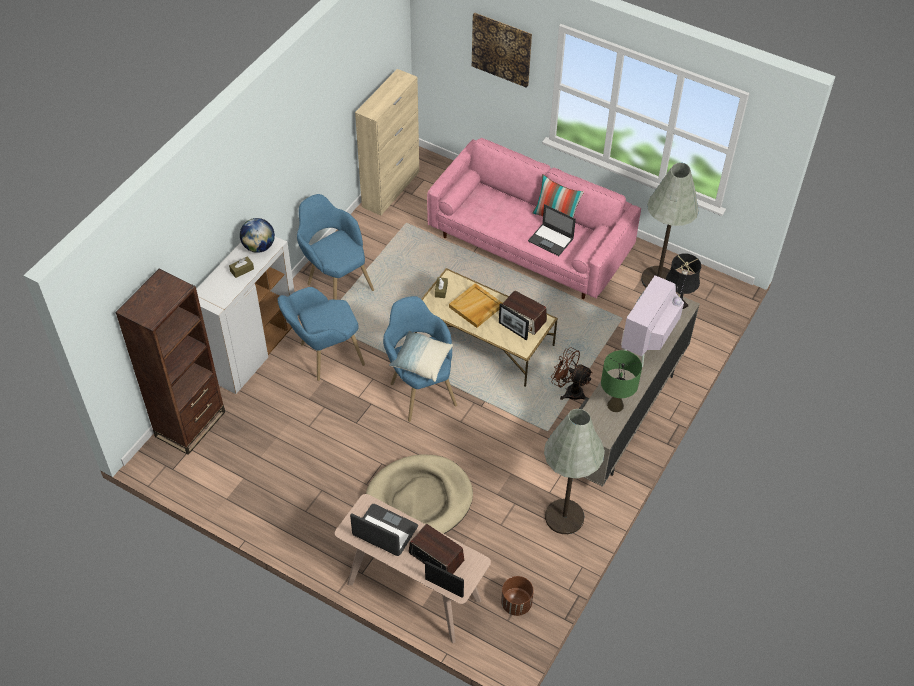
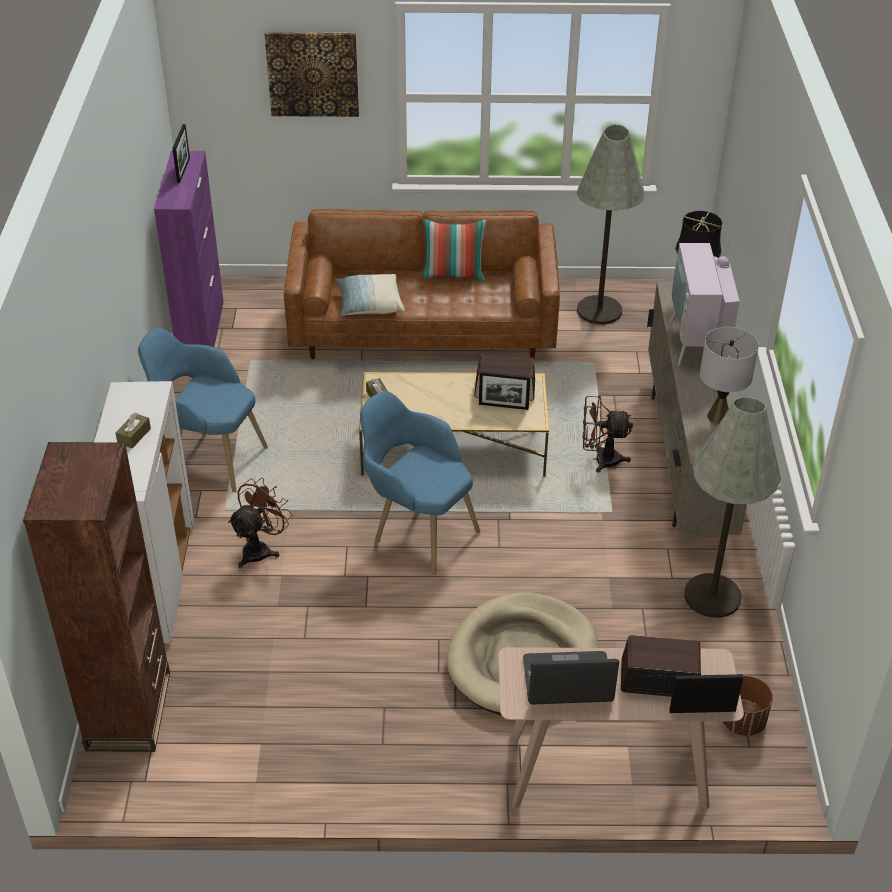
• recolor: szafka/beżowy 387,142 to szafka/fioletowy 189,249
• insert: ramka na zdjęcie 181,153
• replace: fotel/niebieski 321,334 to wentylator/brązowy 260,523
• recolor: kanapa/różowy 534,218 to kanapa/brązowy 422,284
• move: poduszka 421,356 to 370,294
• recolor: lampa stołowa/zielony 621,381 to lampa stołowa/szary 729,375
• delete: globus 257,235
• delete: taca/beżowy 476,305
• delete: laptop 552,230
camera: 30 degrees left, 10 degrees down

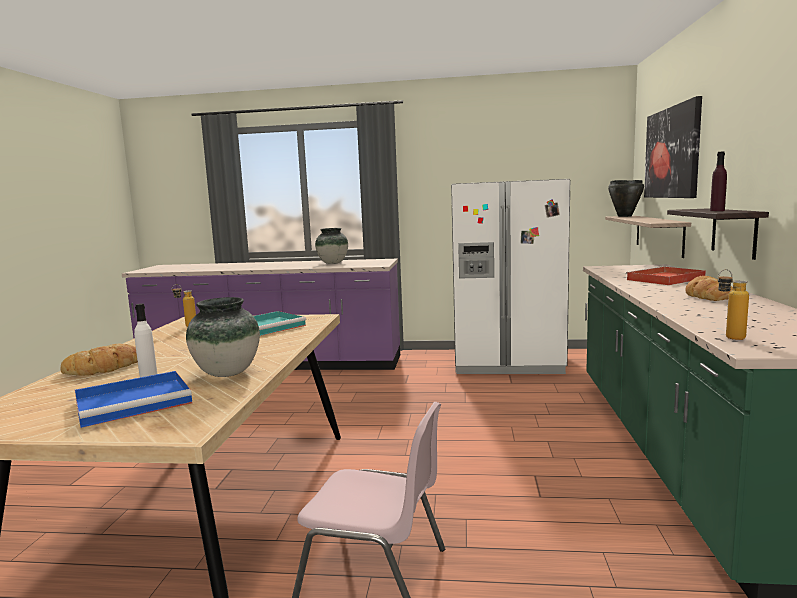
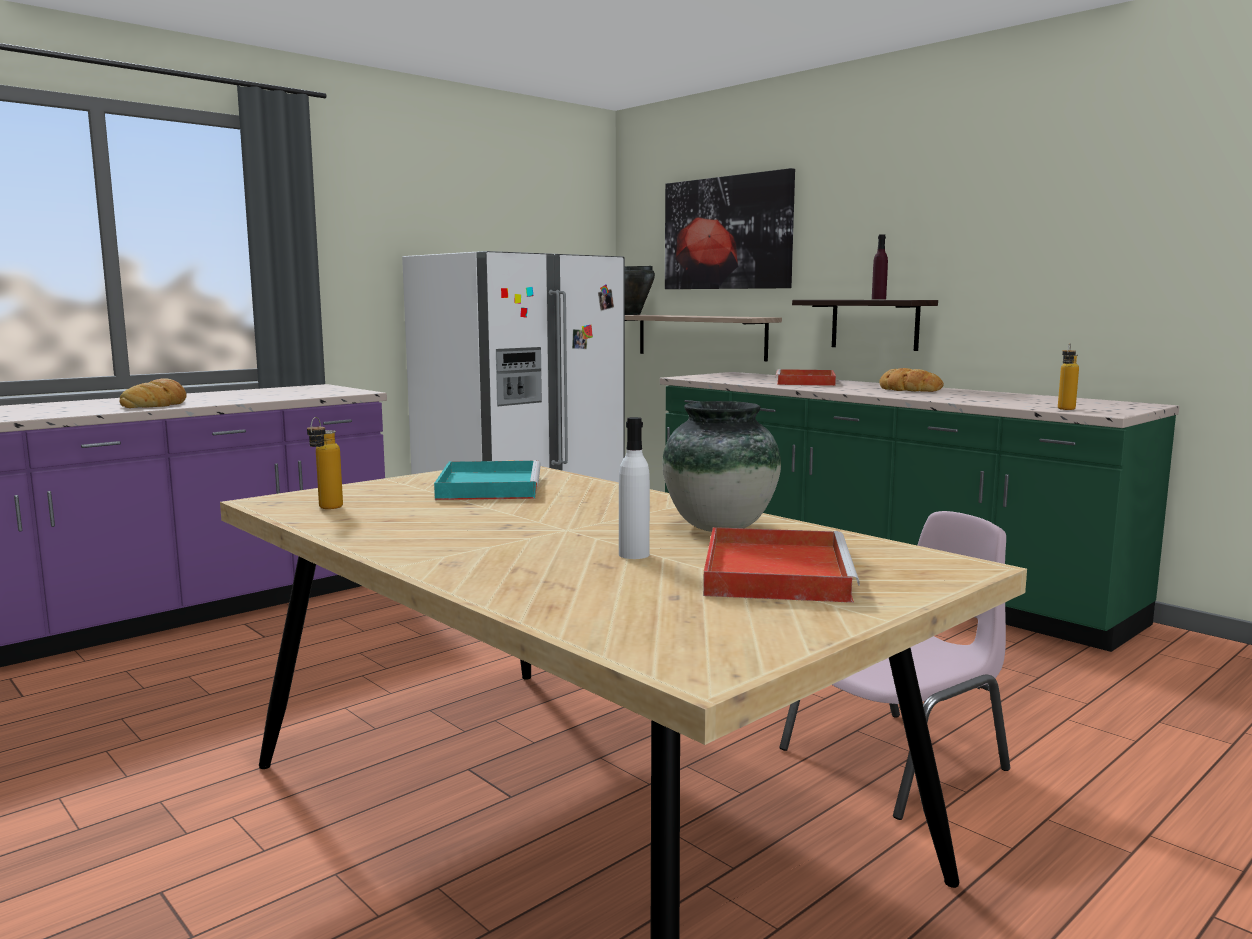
• move: chleb 99,360 to 153,393
• recolor: taca/niebieski 134,399 to taca/czerwony 781,565
• delete: wazon 331,246
camera: 50 degrees left, 0 degrees up

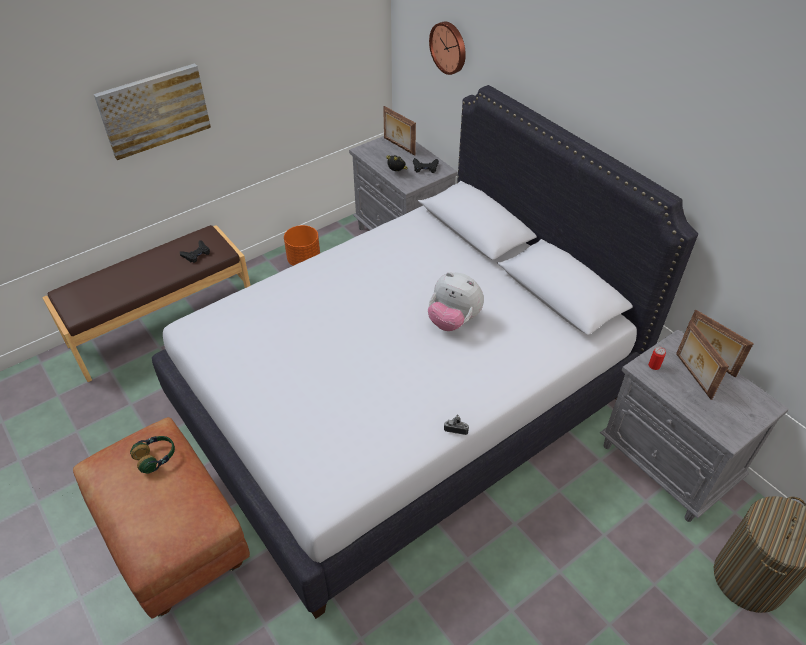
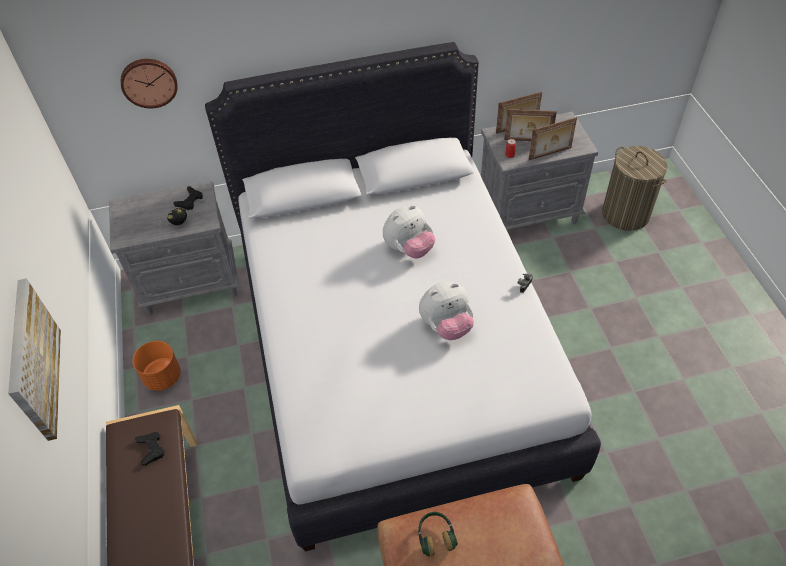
• insert: pluszak 446,311
• move: ramka na zdjęcie 399,131 to 552,138
camera: 65 degrees left, 5 degrees up

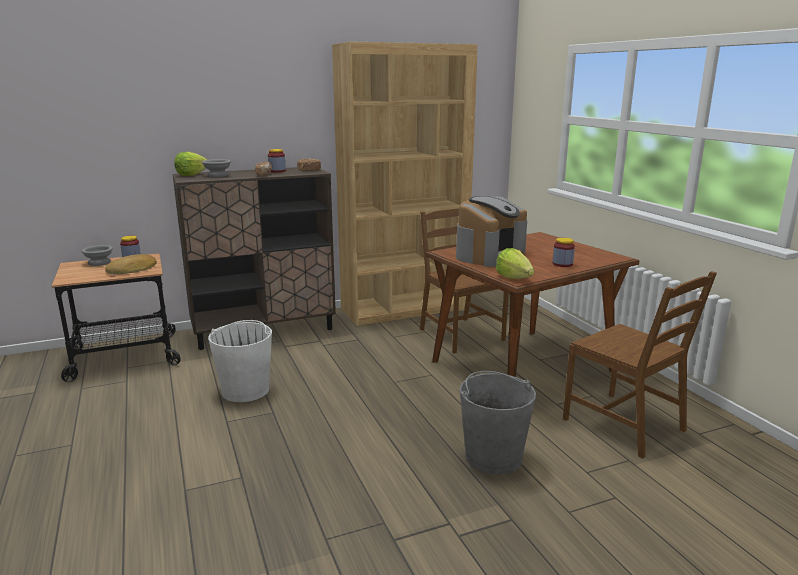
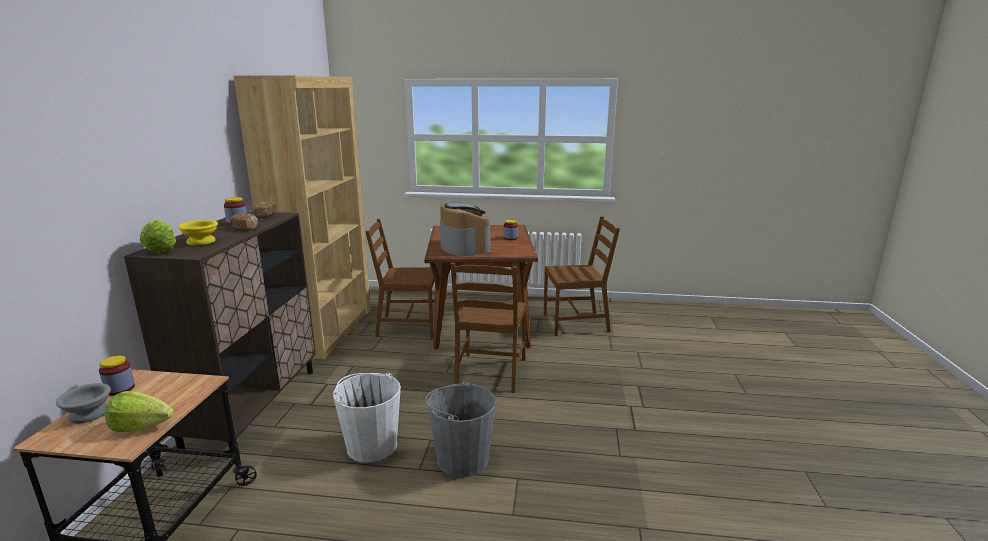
• move: sałata 515,263 to 139,411
• recolor: miska/szary 216,168 to miska/żółty 198,233
• move: wiadro/szary 497,422 to 460,429
• insert: krzesło/brązowy 489,328
• delete: chleb 131,264
camera: 60 degrees left, 0 degrees up

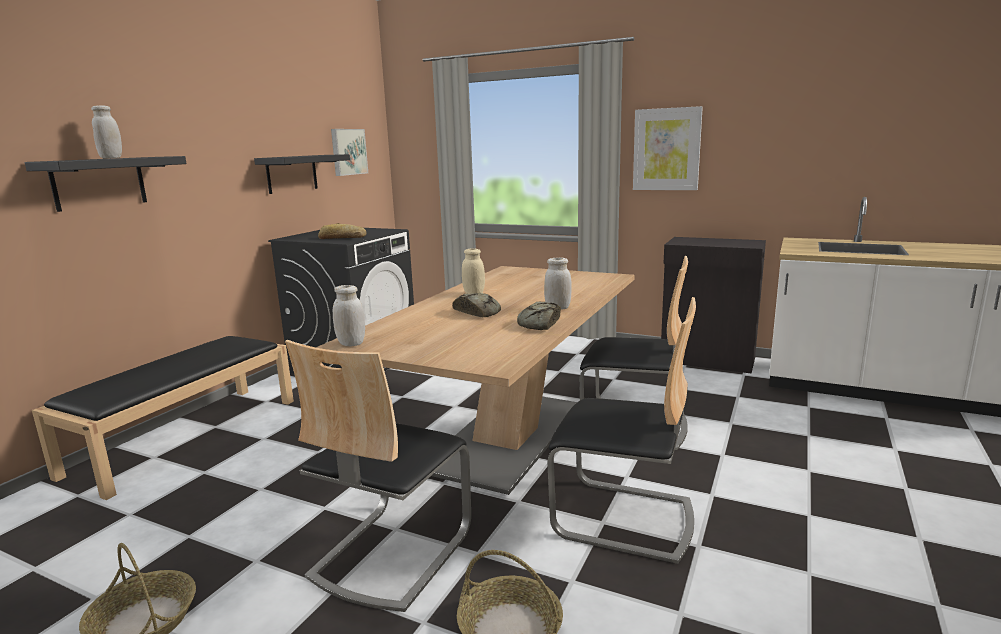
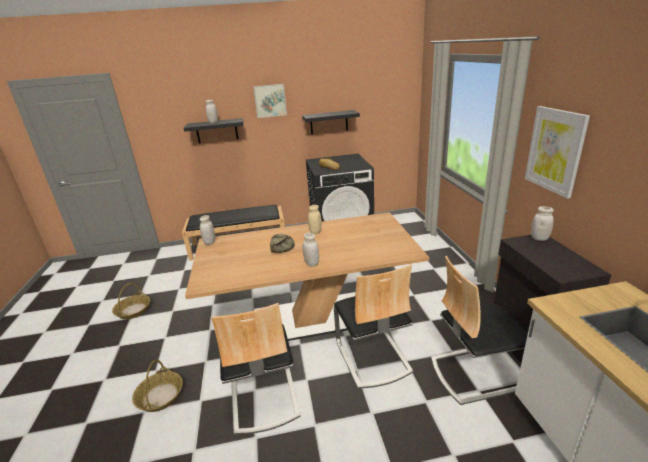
• move: obraz 349,152 to 270,101
• move: krzesło 378,476 to 479,330
• insert: słoik/biały 542,223
• delete: chleb 539,315
camera: 55 degrees right, 10 degrees up

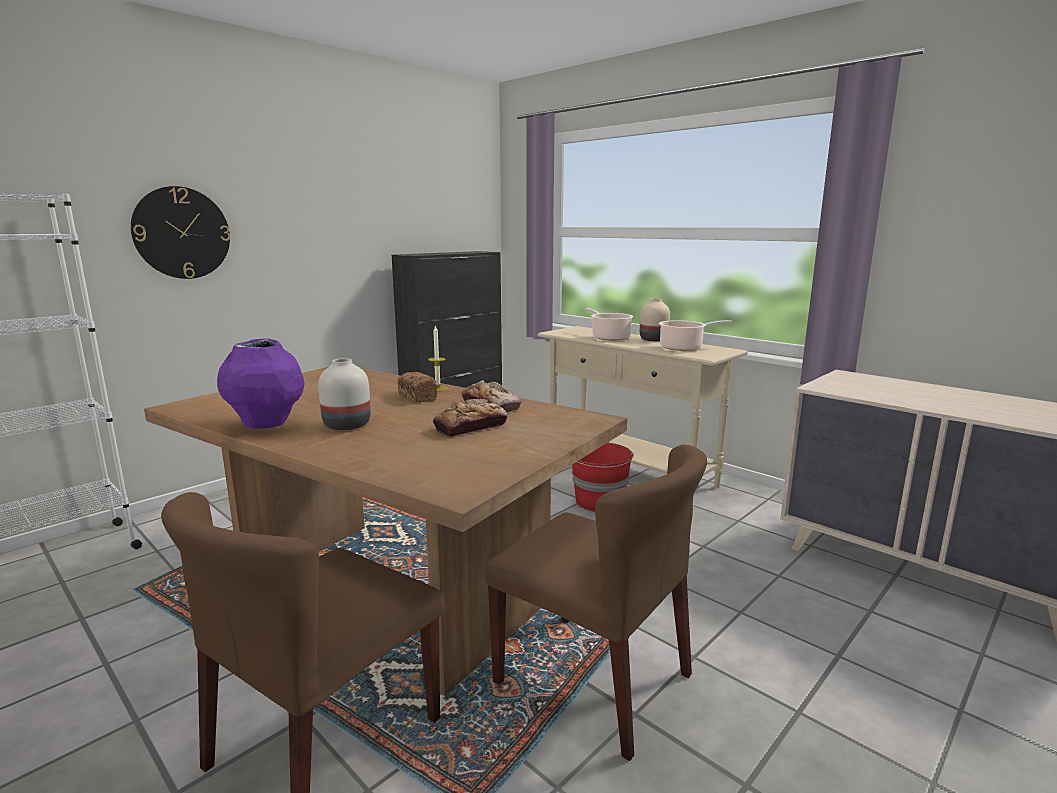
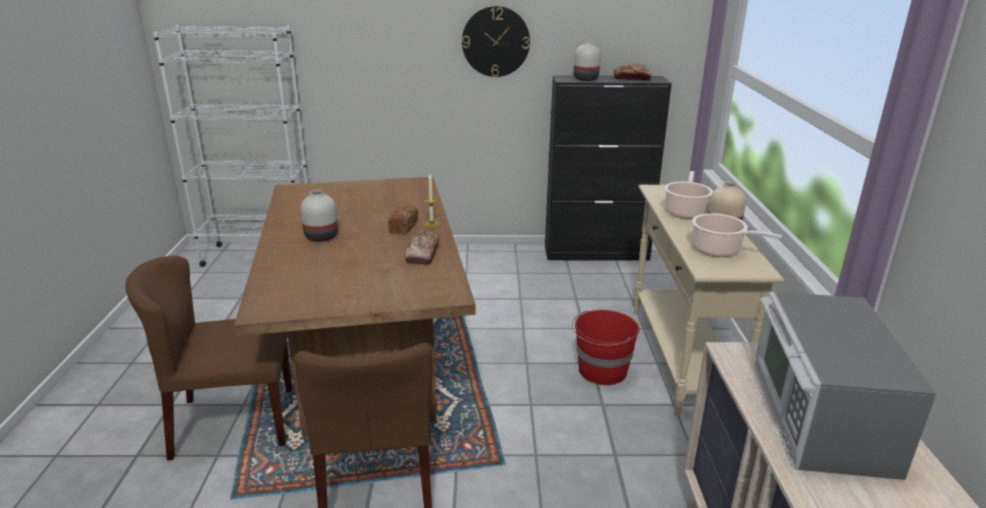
• move: zegar ścienny 180,232 to 496,41
• insert: wazon/biały 587,61
• move: chleb 470,418 to 633,71
• insert: mikrofalówka 845,386
• delete: wazon/fioletowy 261,383
camera: 45 degrees right, 10 degrees up

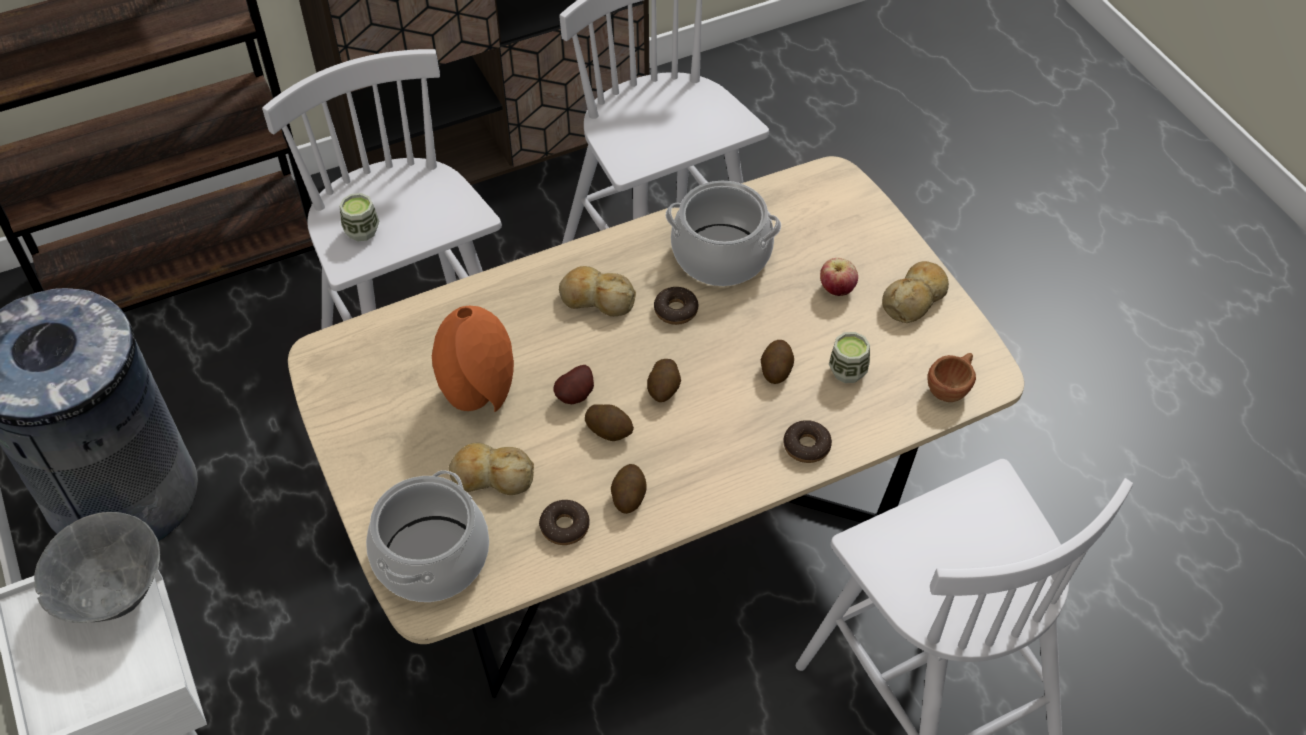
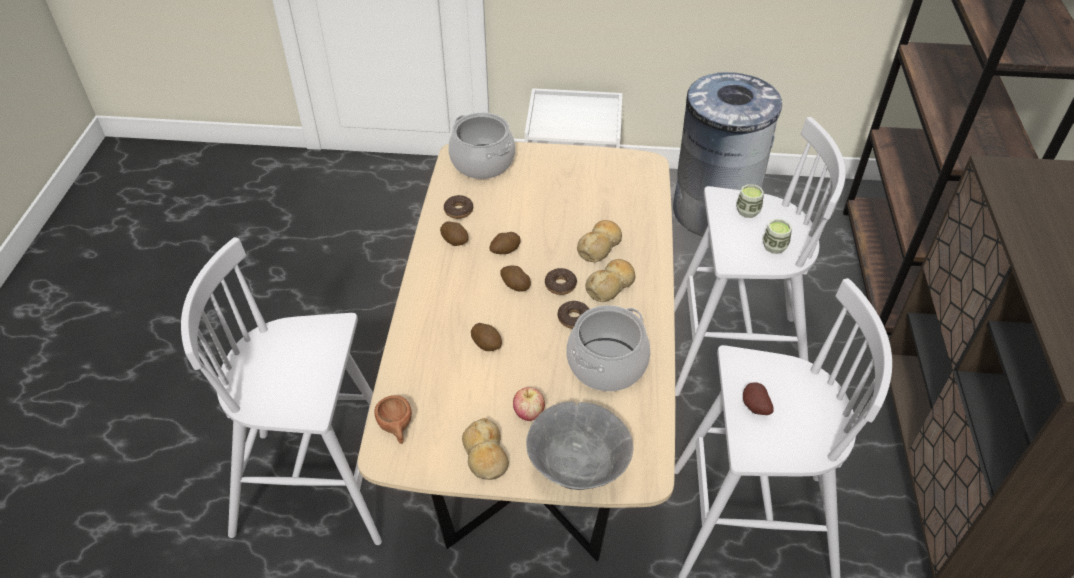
• move: miska/szary 97,567 to 579,445
• move: donut 807,441 to 561,281
• move: chleb 491,469 to 599,241
• move: ziemniak 573,384 to 758,398
• move: filiżanka 849,357 to 777,236
• delete: wazon/pomarańczowy 473,358
camera: 120 degrees right, 5 degrees down

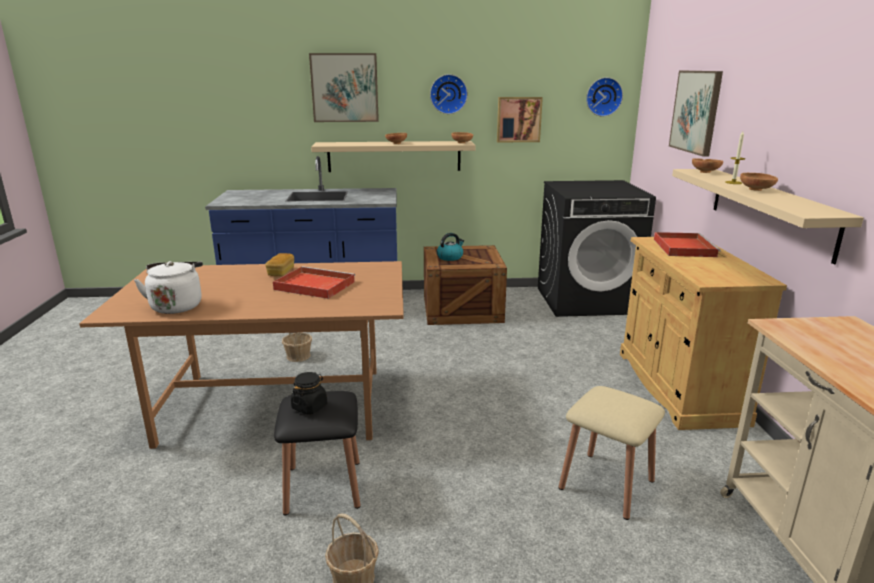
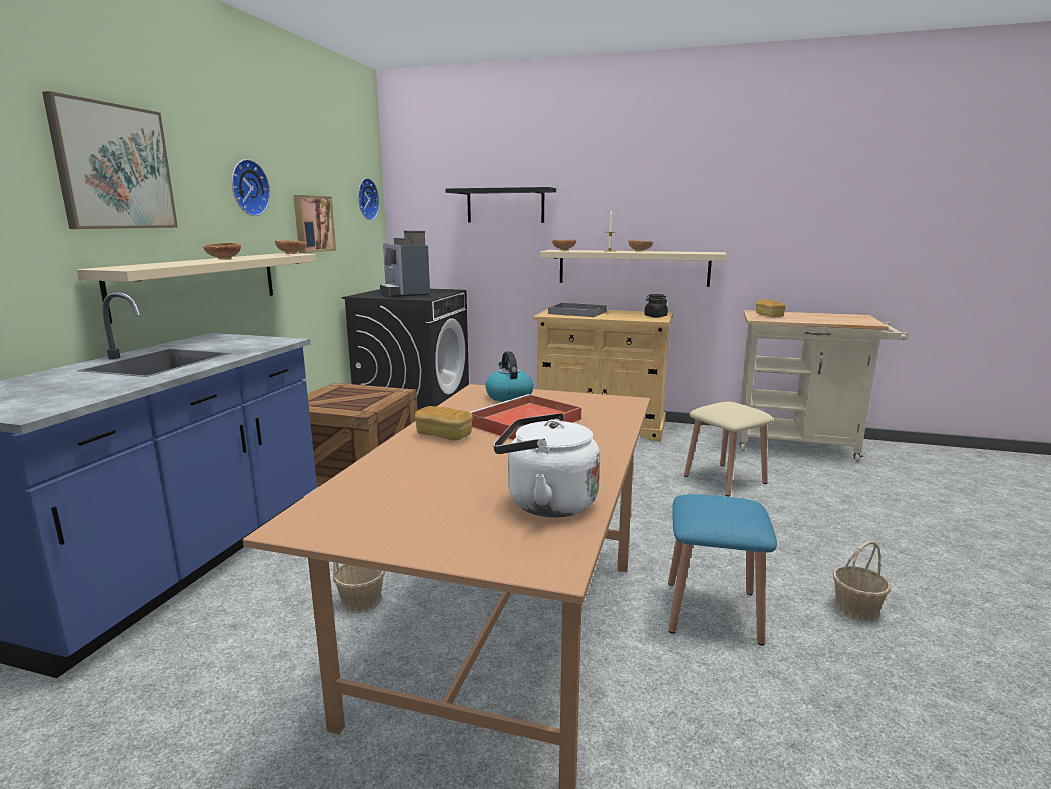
• insert: ekspres do kawy 405,263
• replace: obraz 696,114 to półka/czarny 500,205
• move: czajnik 450,247 to 509,376
• recolor: taca/czerwony 687,244 to taca/szary 577,310
• move: słoik/czarny 309,393 to 656,305
• recolor: stołek/czarny 317,453 to stołek/niebieski 722,570
• insert: chleb 771,308
camera: 70 degrees left, 5 degrees down

